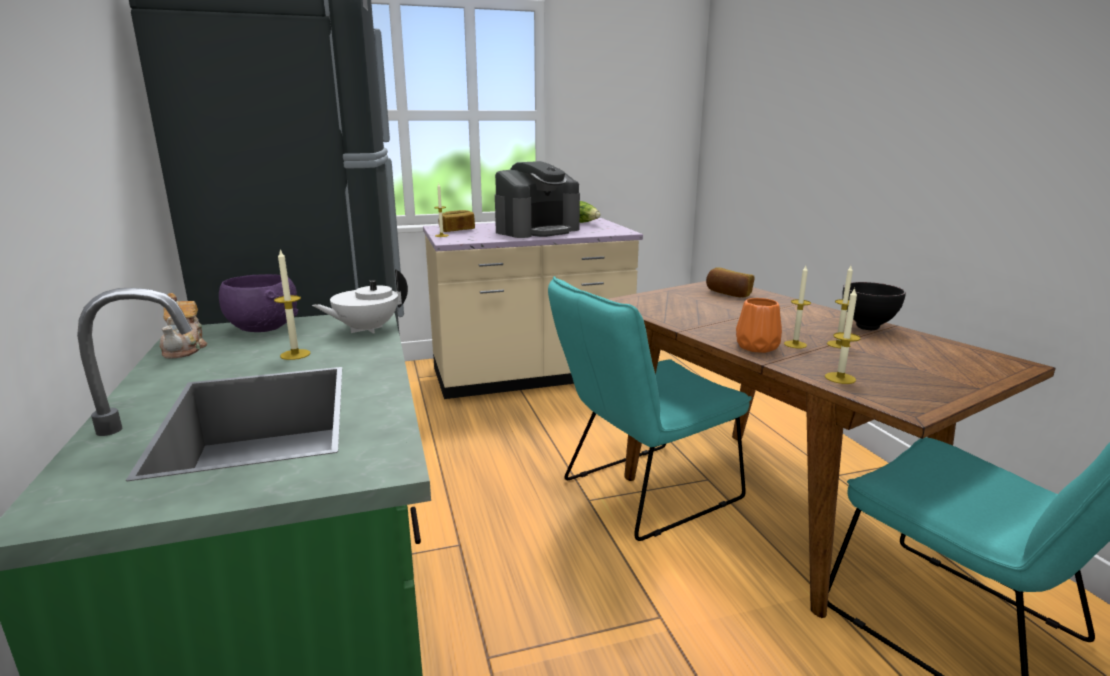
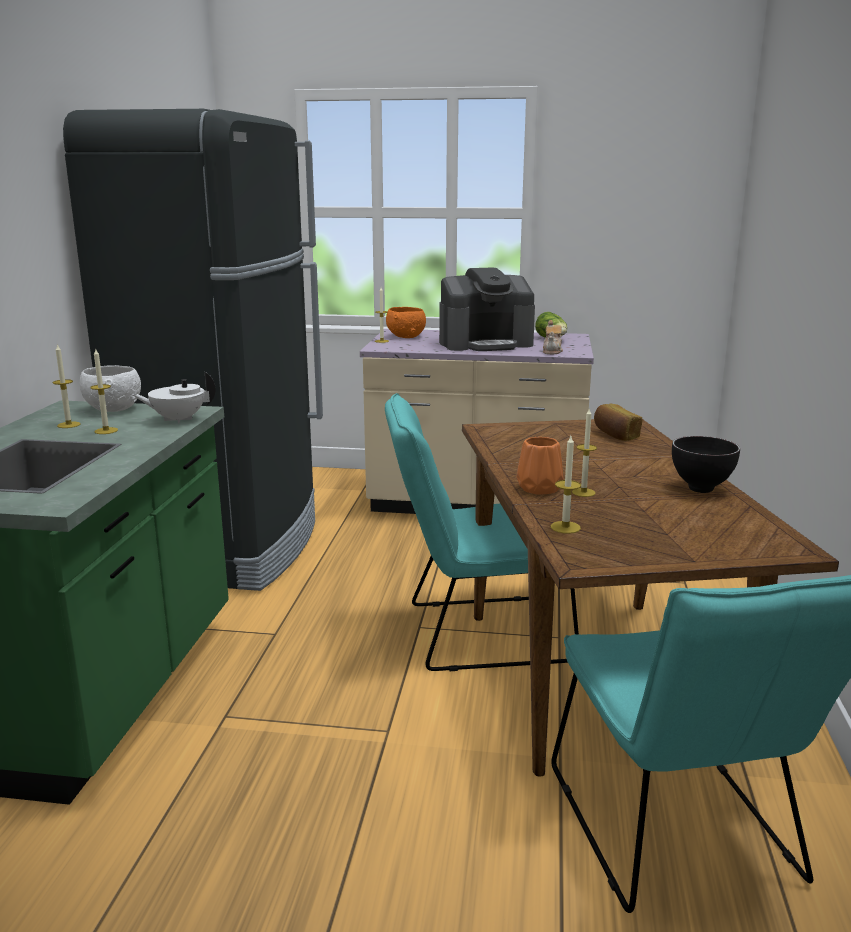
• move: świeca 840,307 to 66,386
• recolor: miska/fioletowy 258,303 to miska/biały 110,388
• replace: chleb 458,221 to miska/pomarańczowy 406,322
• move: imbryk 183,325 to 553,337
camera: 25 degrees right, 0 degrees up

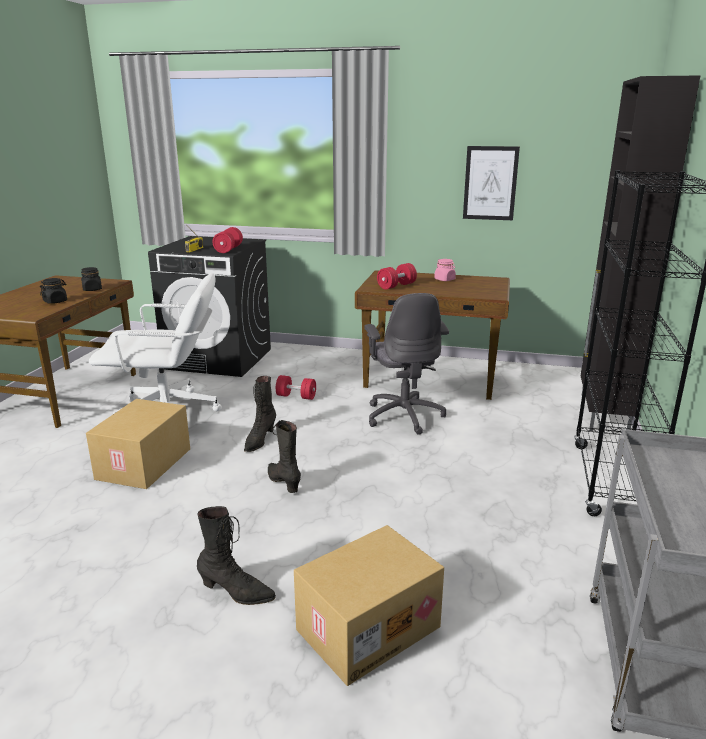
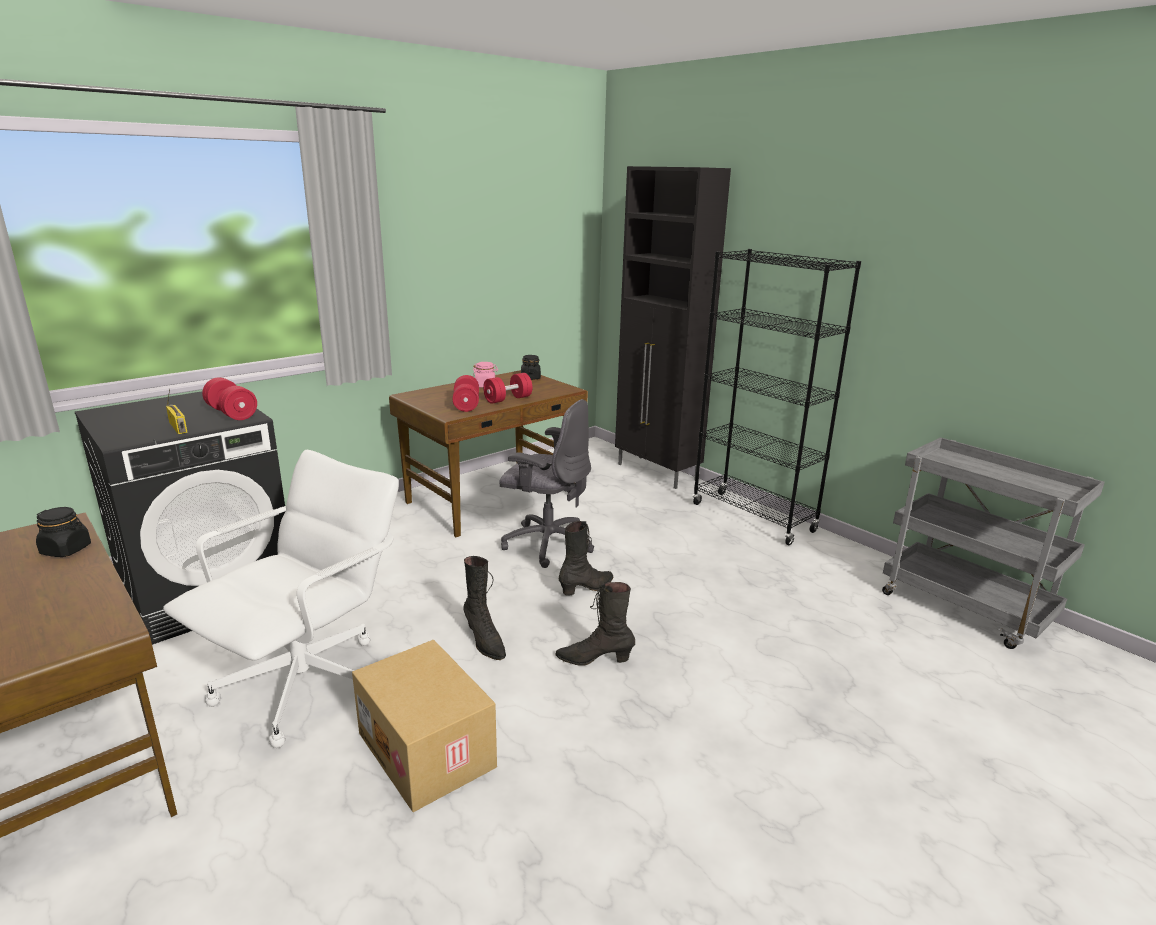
• move: hantel/czerwony 296,387 to 507,388
• move: słoik/czarny 53,291 to 531,367
• move: but z cholewką/czarny 236,555 to 586,558
• delete: karton 369,605
• delete: obraz 491,183
camera: 55 degrees left, 0 degrees up

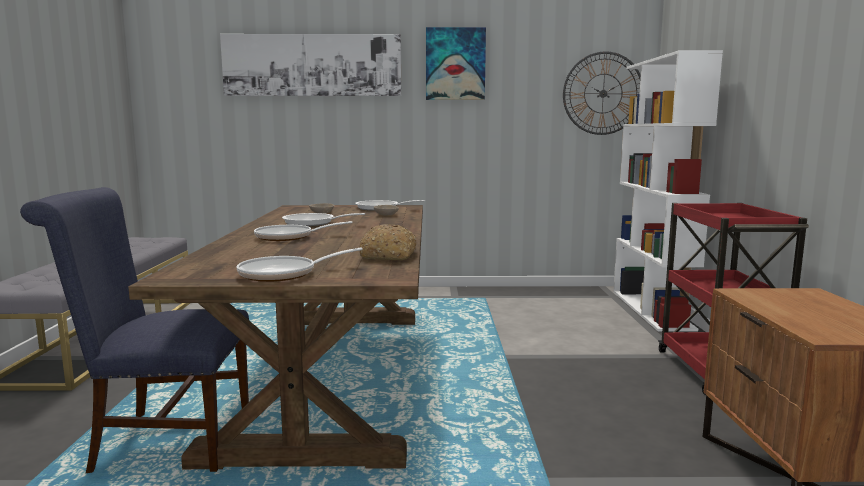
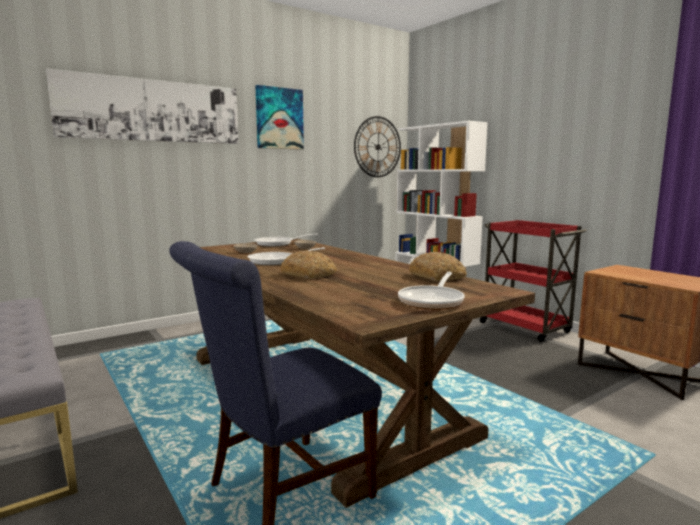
• replace: patelnia 303,231 to chleb 308,264
camera: 35 degrees left, 0 degrees up

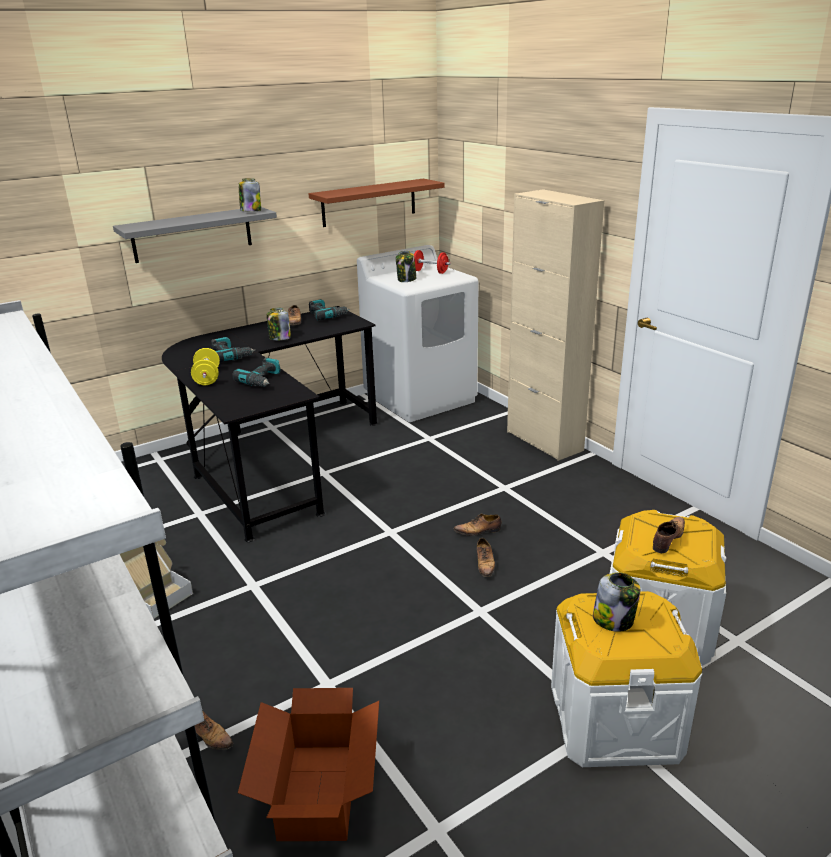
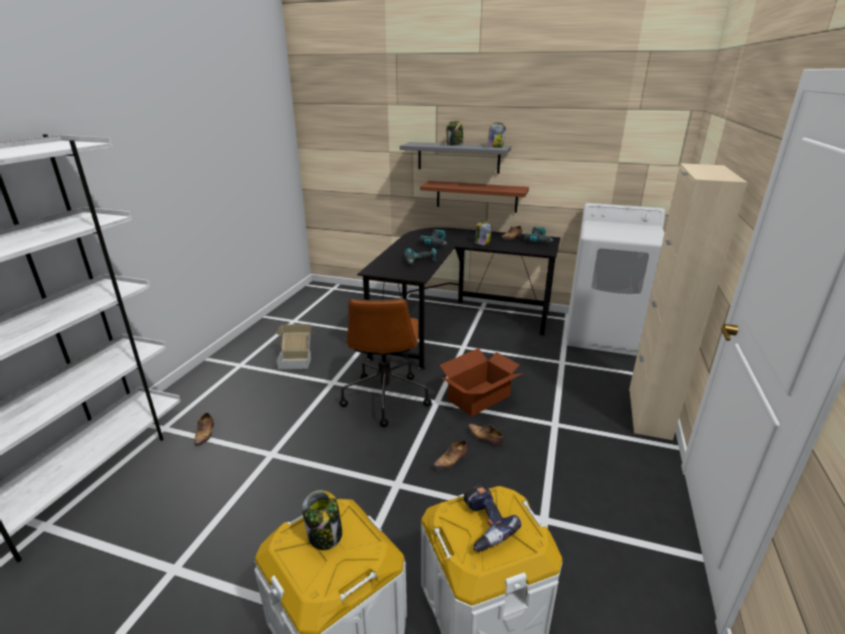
• insert: krzesło biurowe/brązowy 385,363
• move: półka/brązowy 376,203 to 474,197
• move: karton 308,764 to 481,382
• move: słoik 406,266 to 455,133
• replace: but 669,535 to wiertarka 492,517
• delete: hantel/żółty 205,366
• delete: hantel/czerwony 432,262
camera: 50 degrees right, 0 degrees up

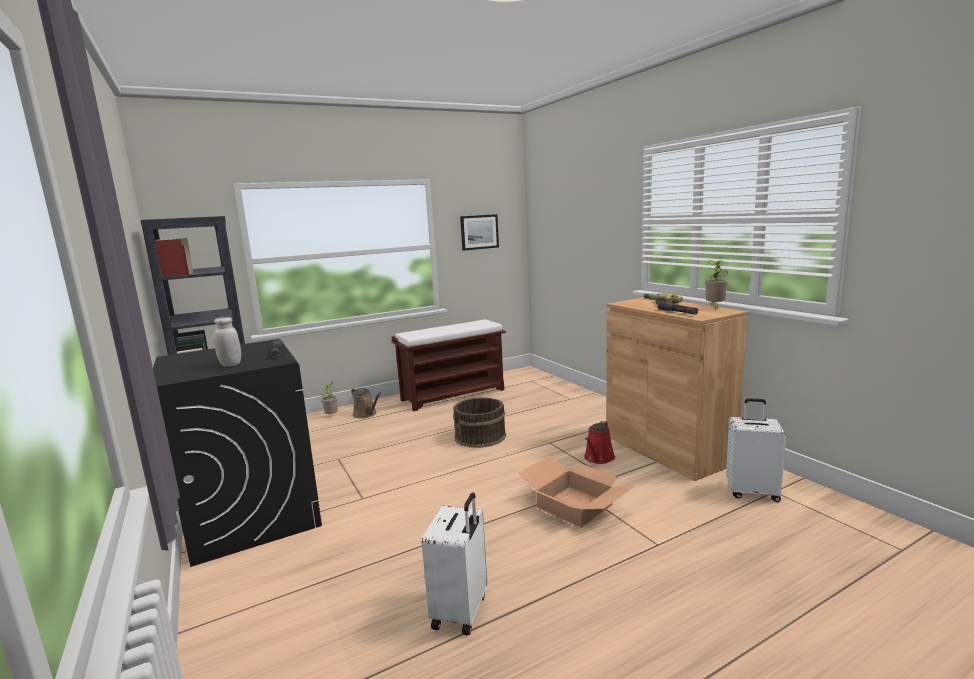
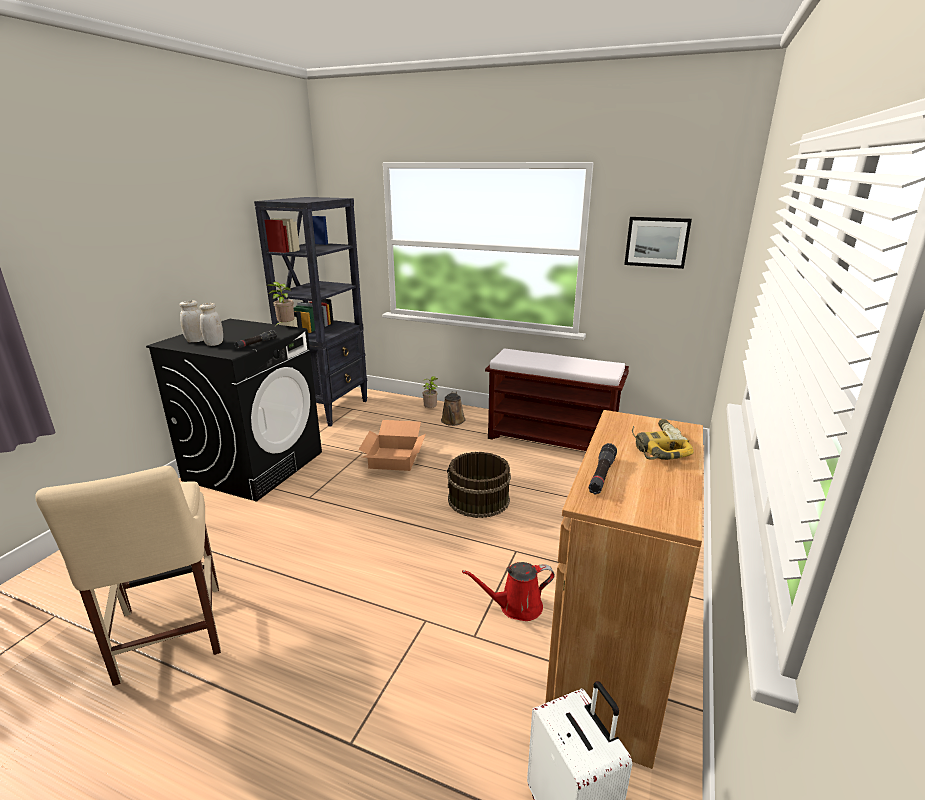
• replace: walizka/biały 455,564 to krzesło/beżowy 128,576
• insert: słoik/biały 192,321
• move: roślina doniczkowa 716,285 to 280,304
• move: karton 576,491 to 392,445
camera: 50 degrees right, 10 degrees up

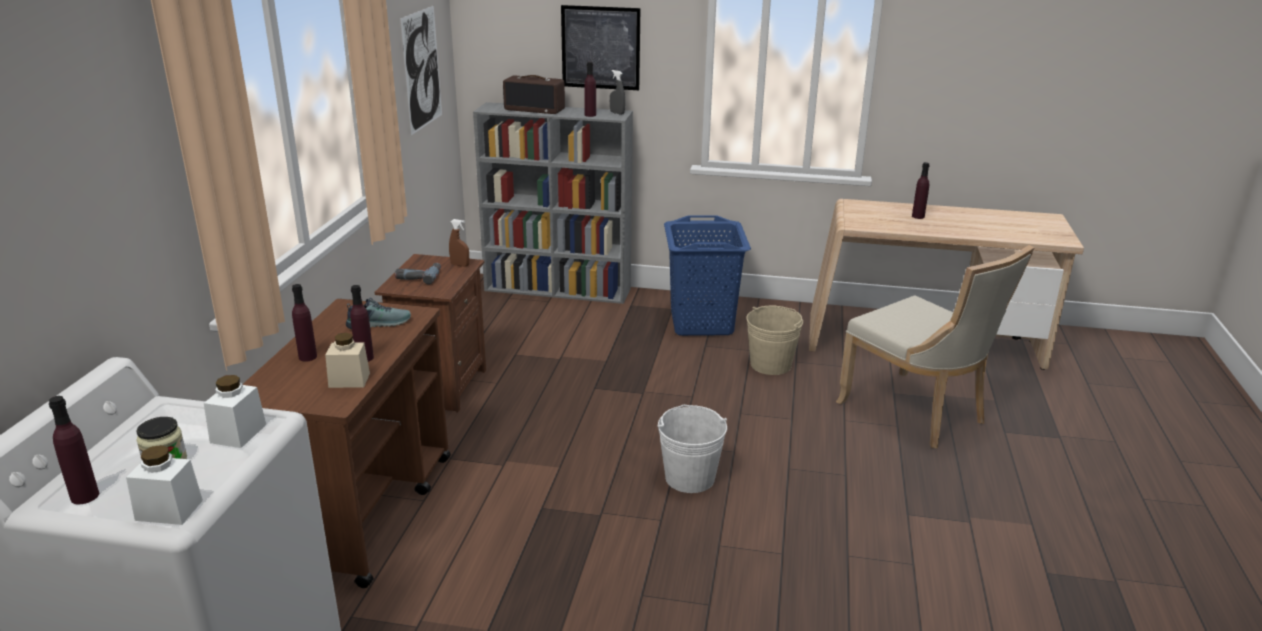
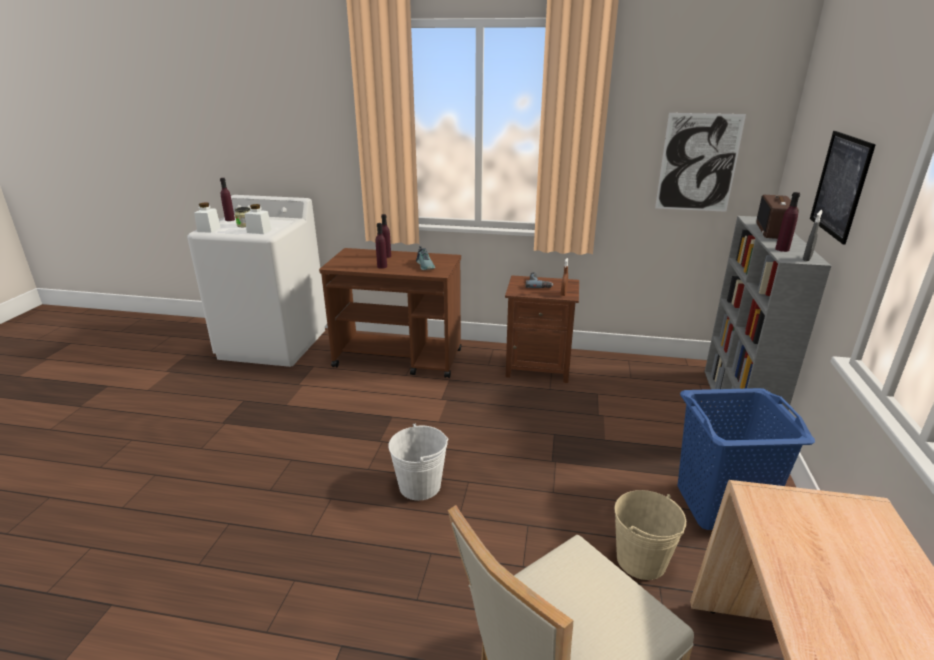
• delete: słoik/beżowy 347,360
• delete: butelka/fioletowy 921,190
camera: 90 degrees right, 0 degrees up

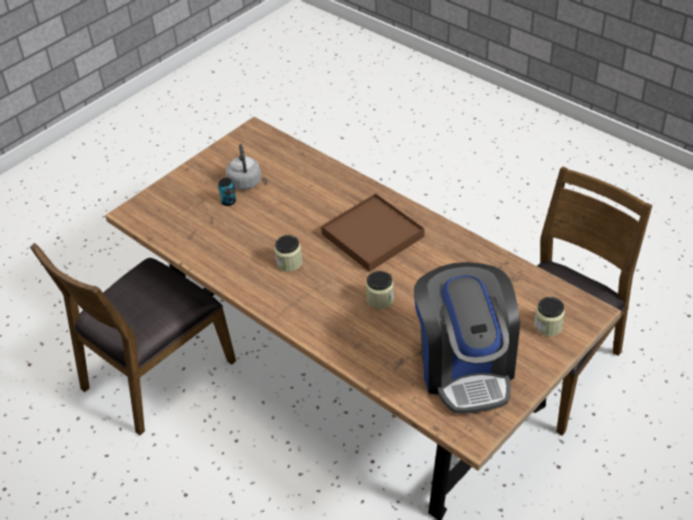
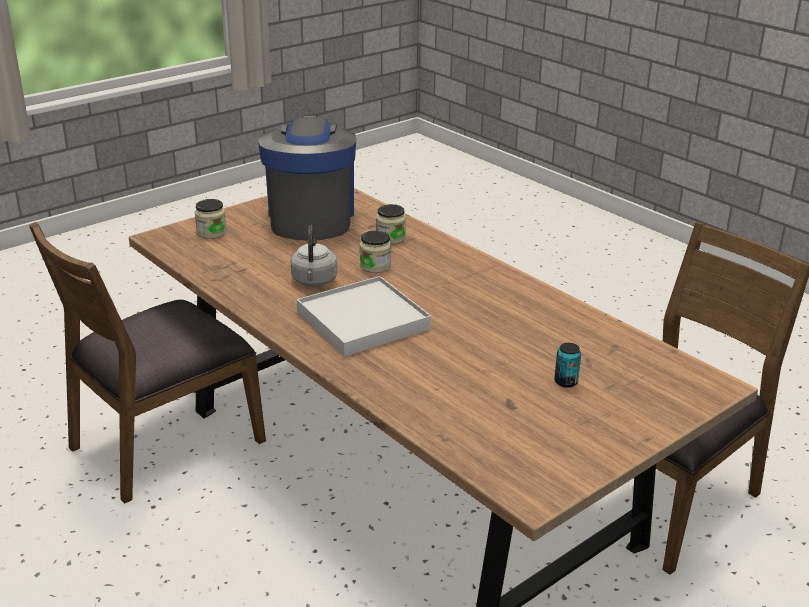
• move: czajnik/szary 243,167 to 314,256
• recolor: taca/brązowy 372,232 to taca/biały 364,316
• move: słoik 288,253 to 391,224
camera: 175 degrees left, 15 degrees down

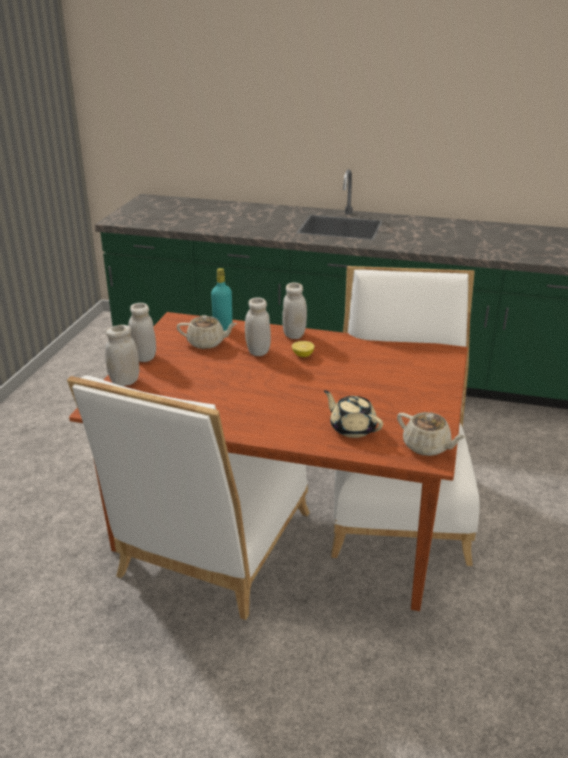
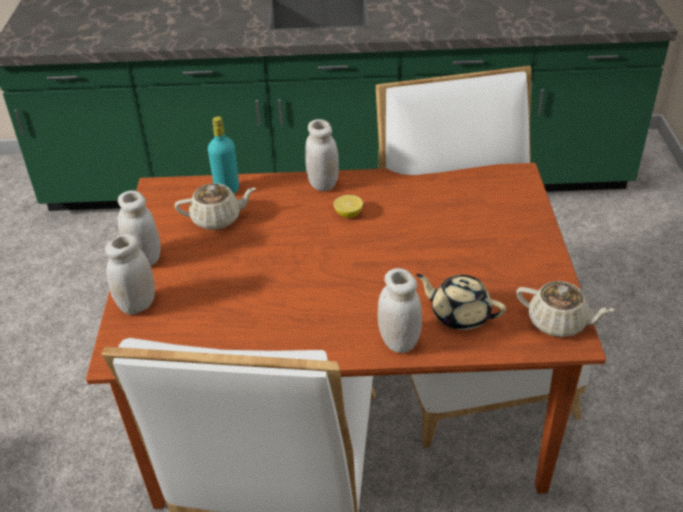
• move: słoik/biały 258,327 to 400,310
camera: 15 degrees left, 10 degrees up

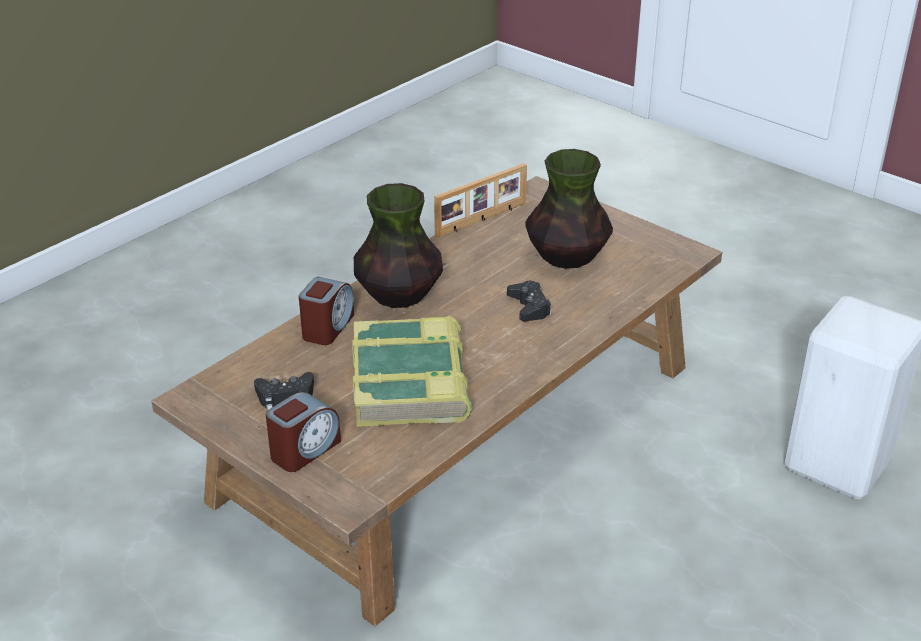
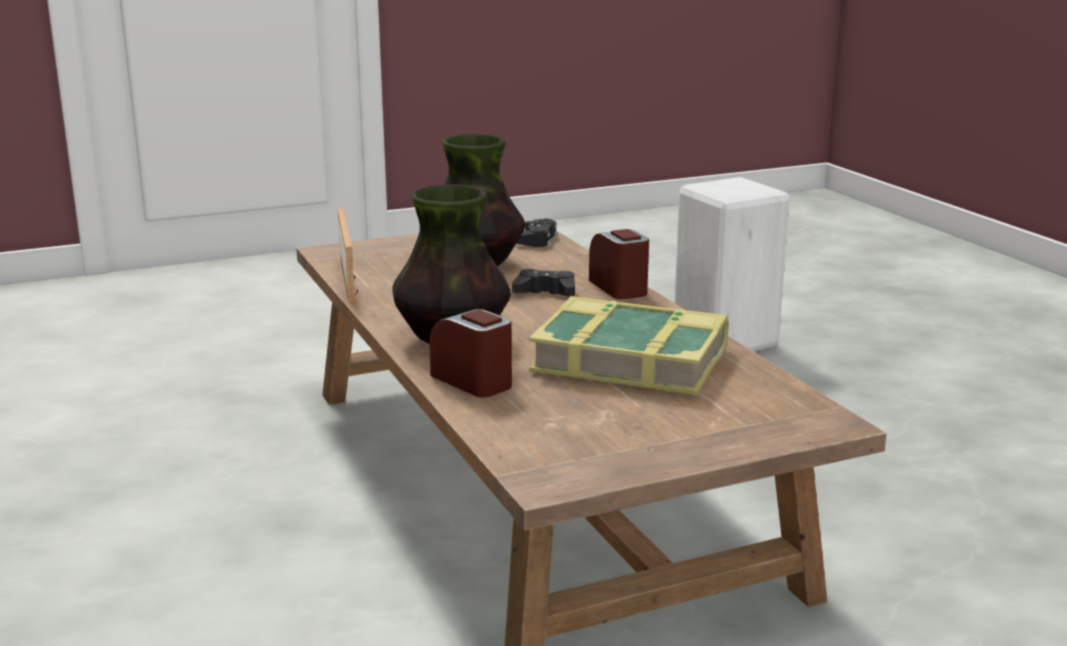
• move: pad do gier/czarny 284,391 to 537,232
• move: budzik 303,432 to 619,264
camera: 65 degrees left, 15 degrees down

